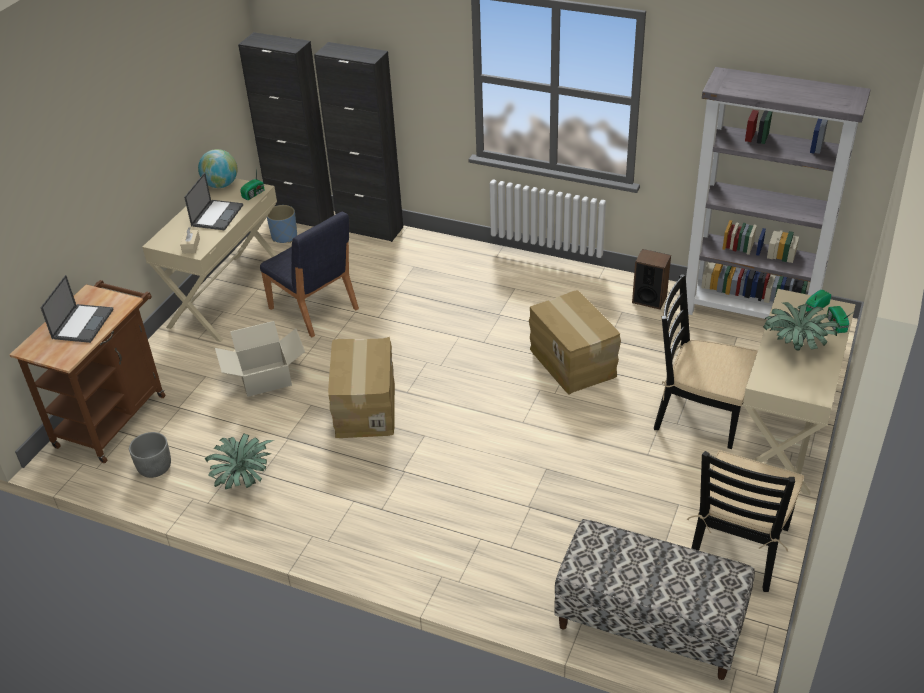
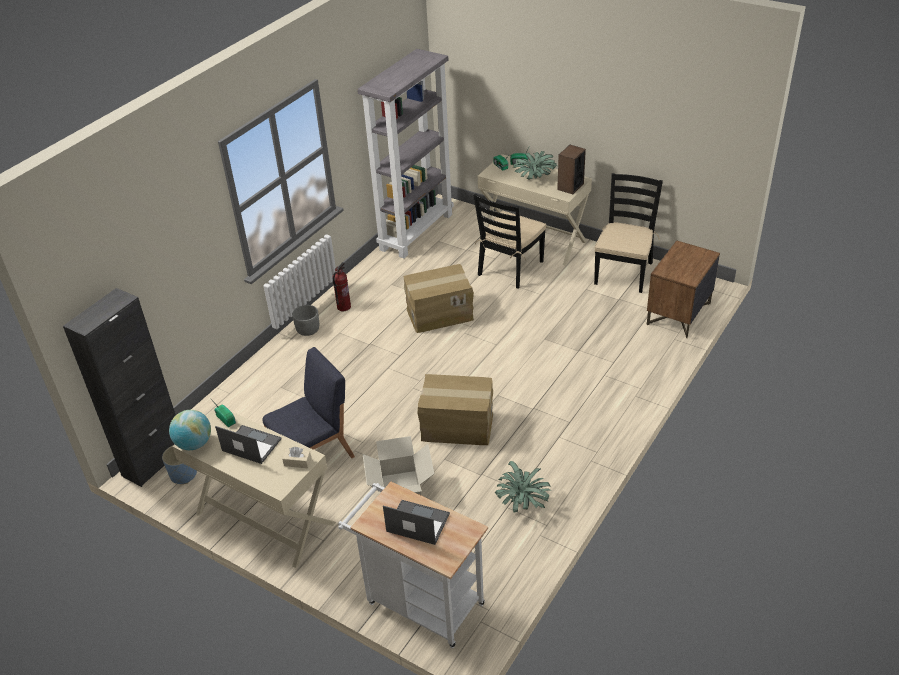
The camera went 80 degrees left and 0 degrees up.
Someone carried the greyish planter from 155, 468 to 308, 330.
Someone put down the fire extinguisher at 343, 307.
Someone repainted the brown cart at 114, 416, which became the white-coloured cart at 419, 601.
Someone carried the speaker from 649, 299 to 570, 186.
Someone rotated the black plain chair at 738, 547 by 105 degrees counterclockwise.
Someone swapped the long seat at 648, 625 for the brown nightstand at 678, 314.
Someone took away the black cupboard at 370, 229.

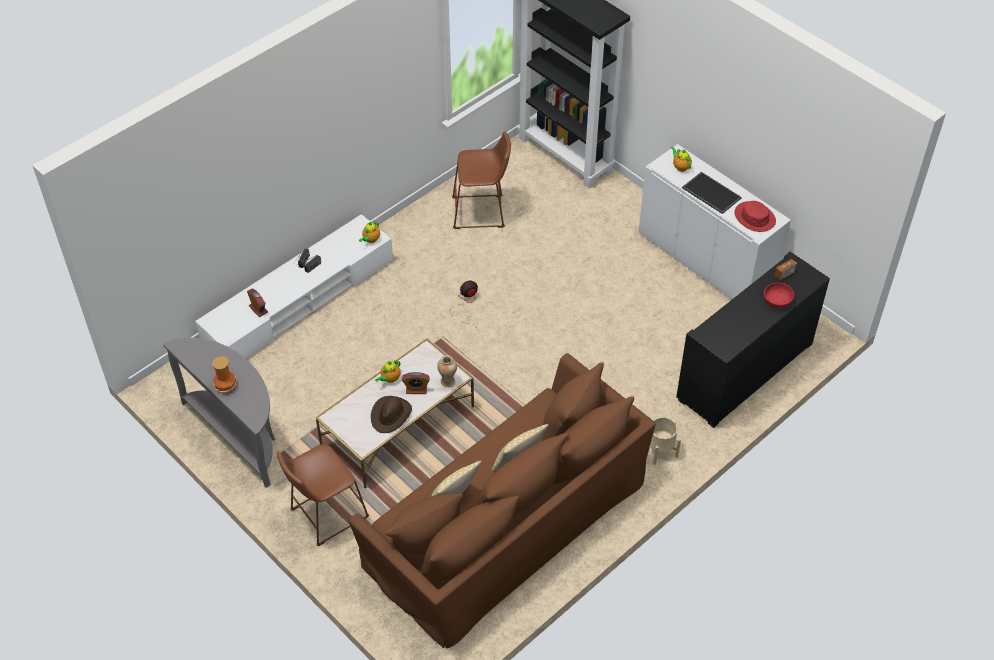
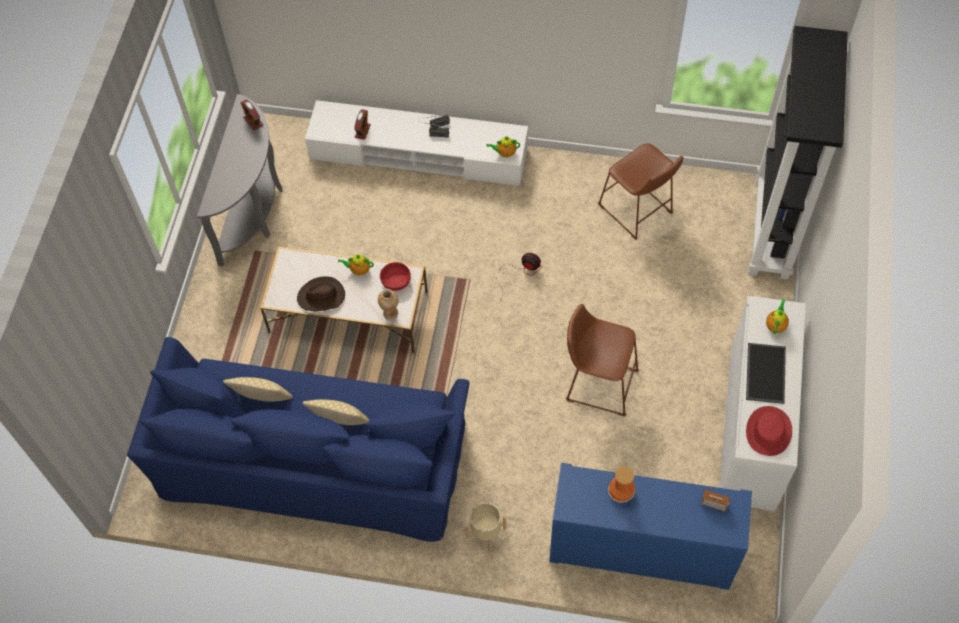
The camera went 55 degrees right and 10 degrees up.
Someone repainted the brown sofa at 505, 522, which became the bluish sofa at 313, 457.
Someone carried the table clock from 416, 389 to 253, 121.
Someone carried the reddish deep dish from 777, 301 to 395, 281.
Someone repainted the black cupboard at 745, 371, which became the bluish cupboard at 641, 548.
Someone carried the brown stool seat from 325, 515 to 598, 383.
Someone carried the flower vase from 226, 386 to 621, 492.

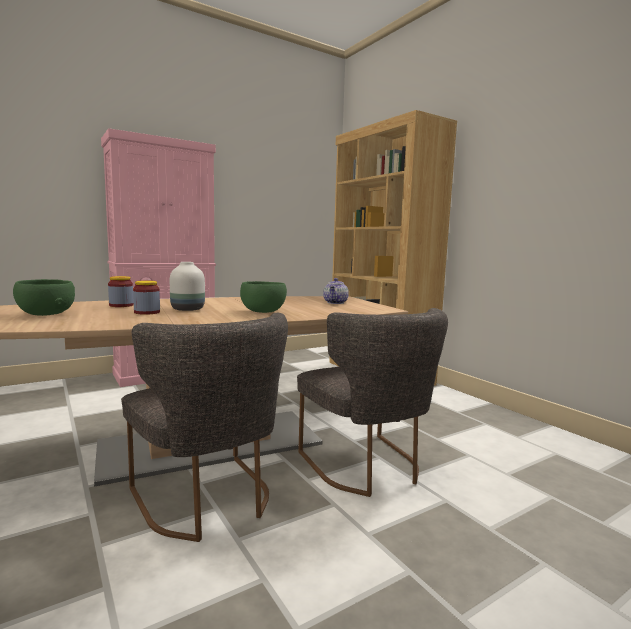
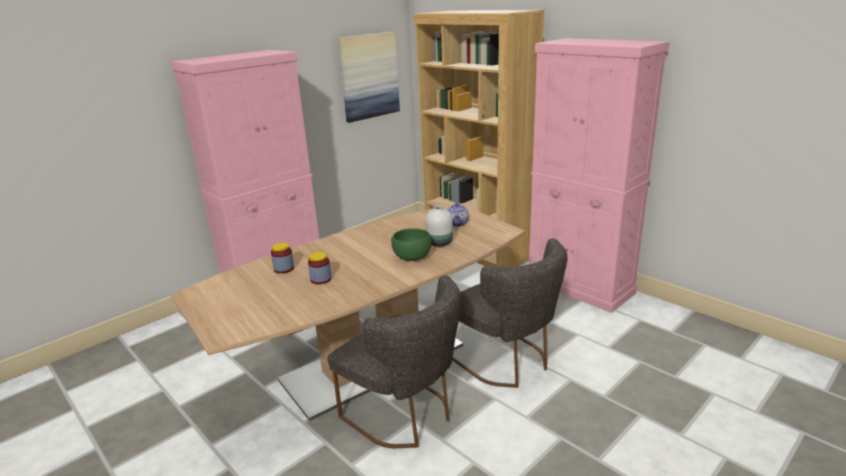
The camera went 10 degrees left and 15 degrees up.
Someone put up the wall picture at 369, 76.
Someone carried the white-coloured flower vase from 188, 309 to 440, 243.
Someone put down the pinkish cupboard at 580, 286.
Someone took away the green-coloured deep dish at 46, 314.

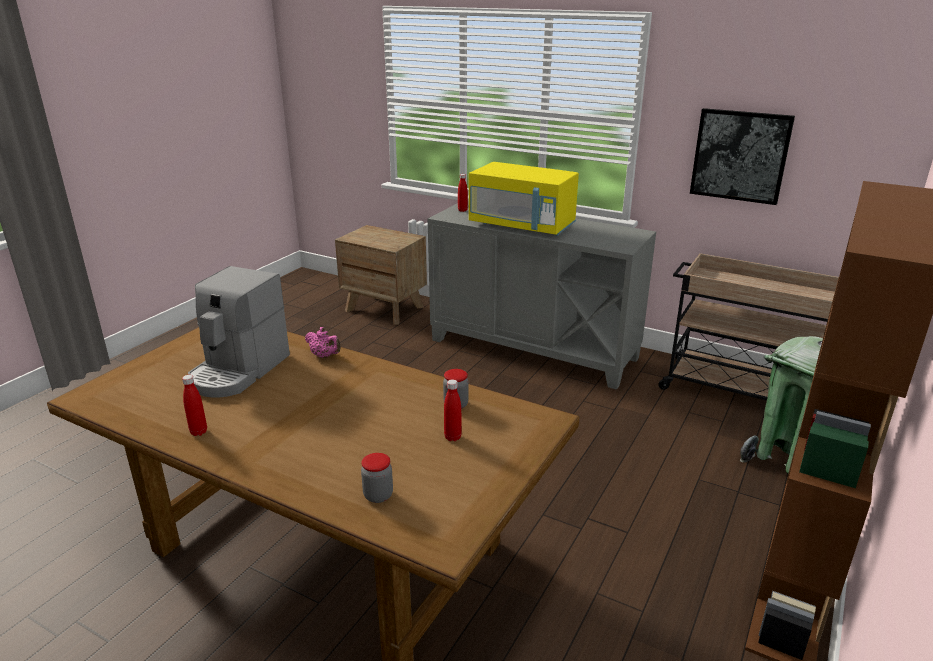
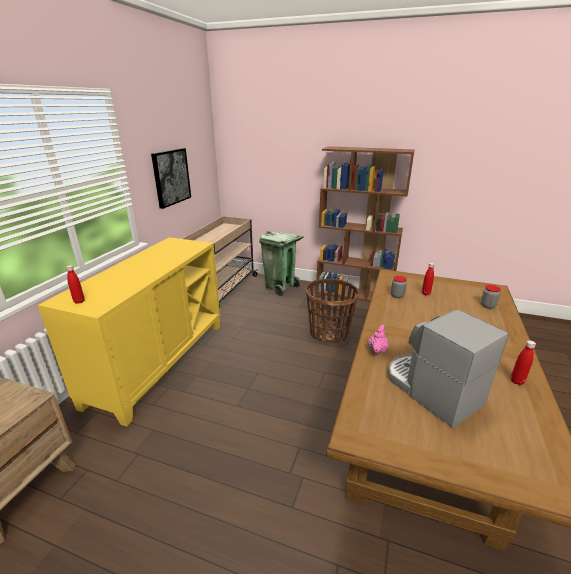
The camera went 100 degrees left and 0 degrees up.
Someone repainted the greyish cupboard at 533, 349, which became the yellowish cupboard at 158, 361.
Someone put down the basket at 329, 333.
Someone rotated the coffee maker at 239, 371 by 135 degrees counterclockwise.
Someone took away the yellowish microwave oven at 522, 226.

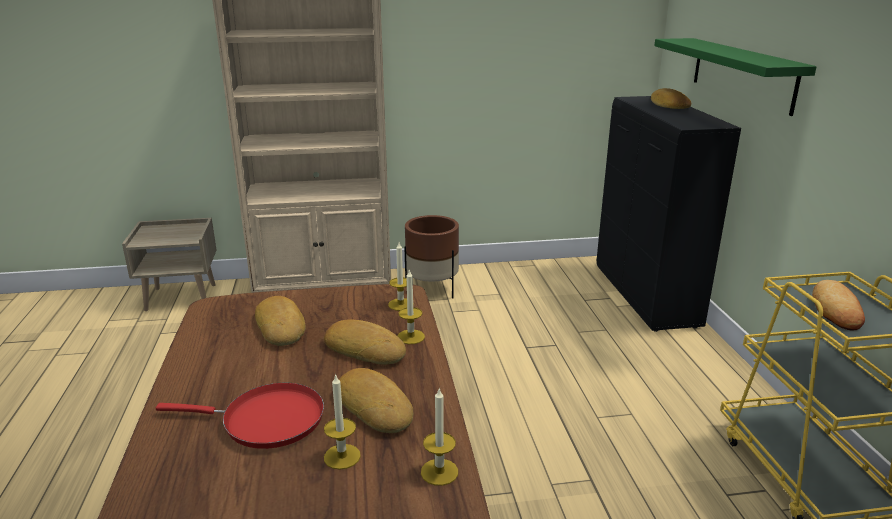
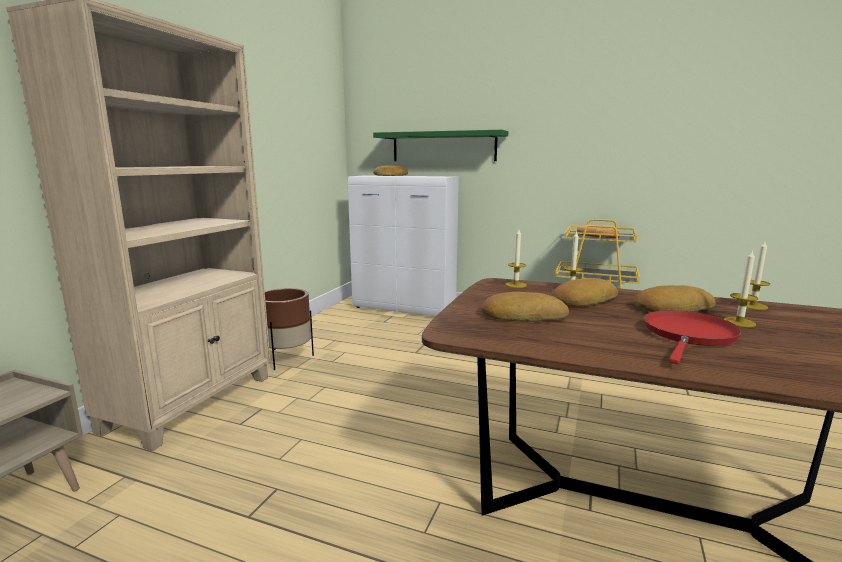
The camera went 60 degrees left and 10 degrees down.
Someone repainted the black cupboard at 646, 297, which became the white-coloured cupboard at 405, 308.

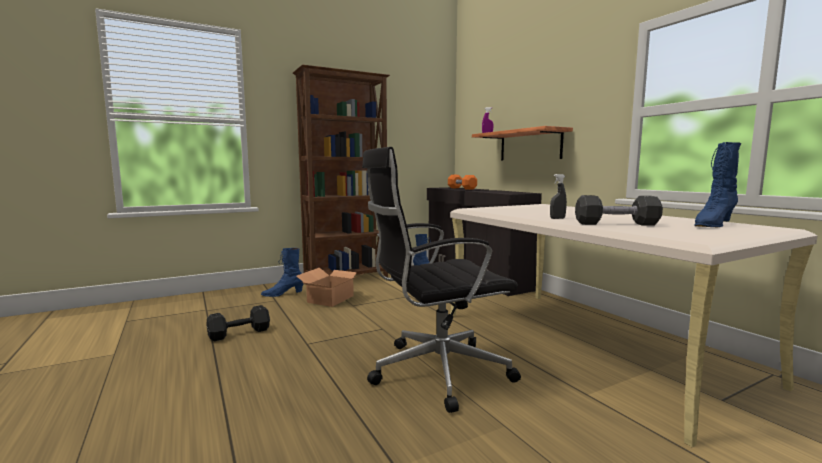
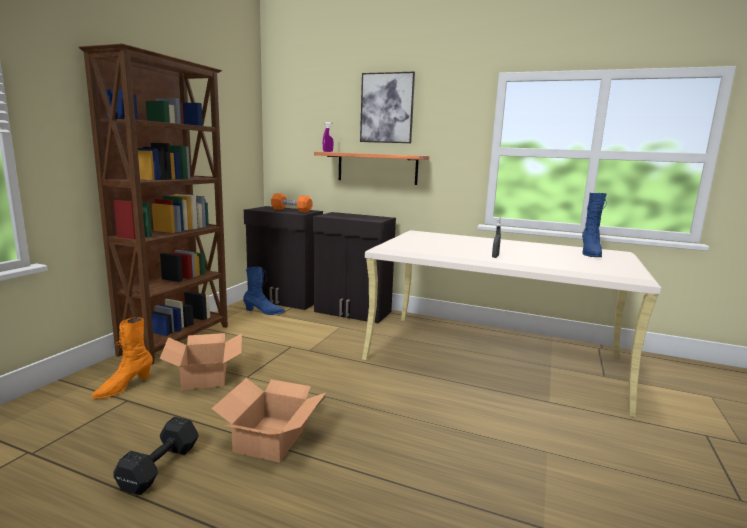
The camera went 40 degrees left and 5 degrees up.
Someone repainted the bluish boot at 283, 294, which became the orange-coloured boot at 123, 387.
Someone put down the packing box at 270, 438.
Someone put up the wall picture at 387, 108.
Someone took away the black computer chair at 435, 372.
Someone took away the black dumbbell at 616, 224.

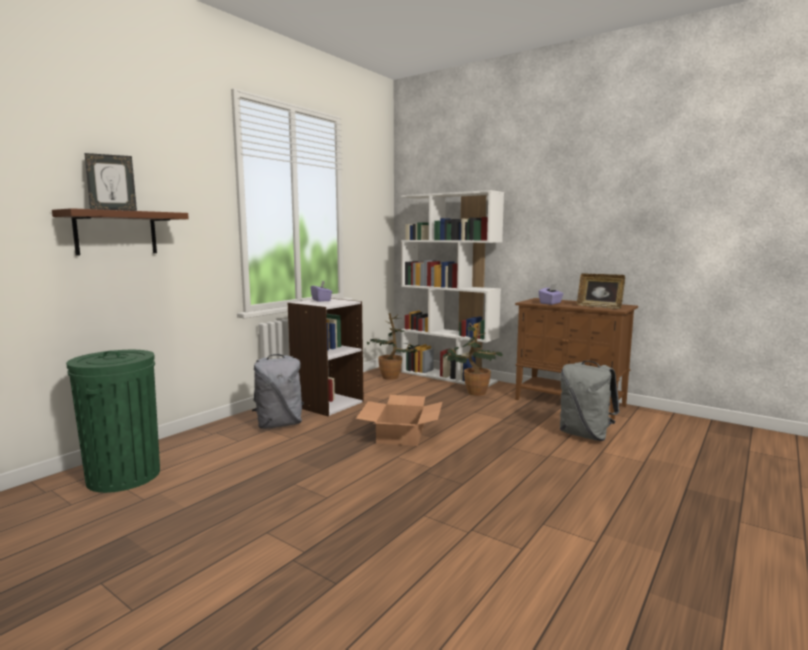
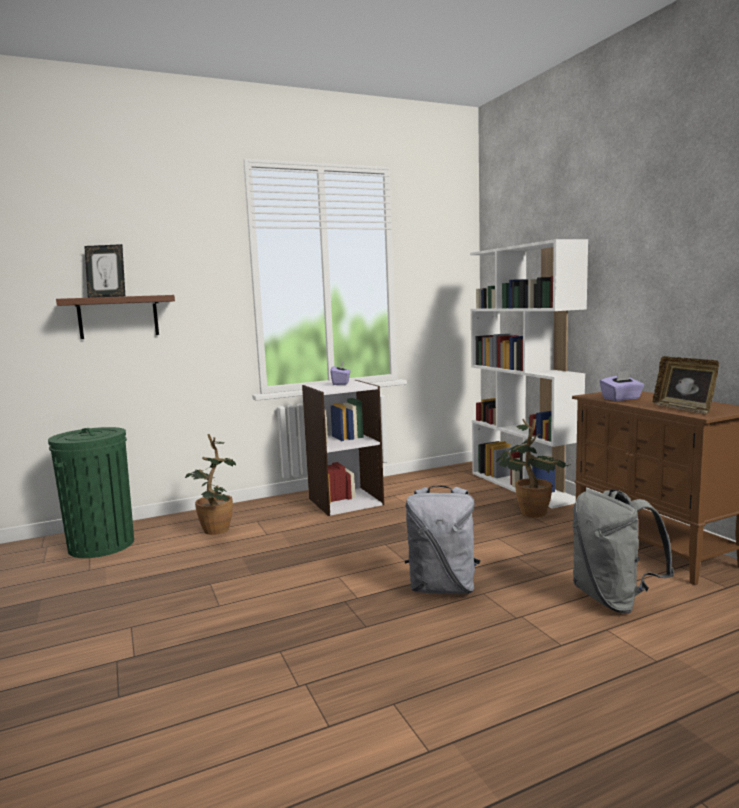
The camera went 30 degrees right and 0 degrees up.
Someone carried the plant in a pot from 393, 378 to 215, 532.
Someone carried the greyish rucksack from 279, 424 to 442, 588.
Someone took away the packing box at 400, 434.

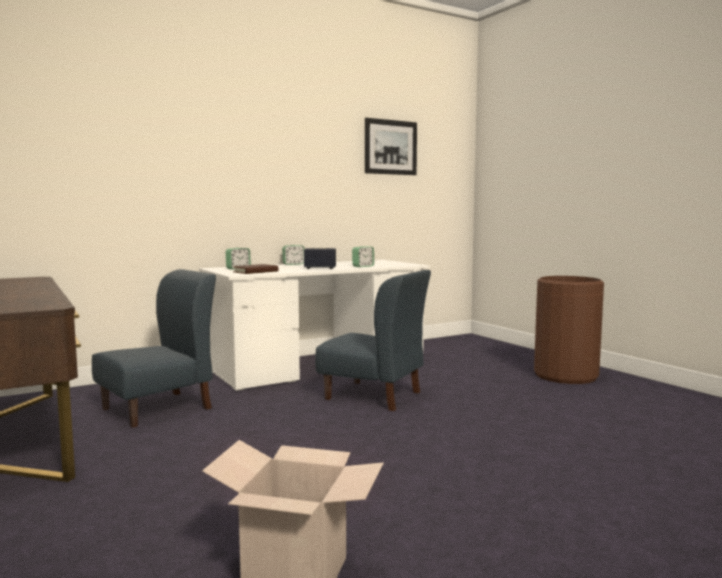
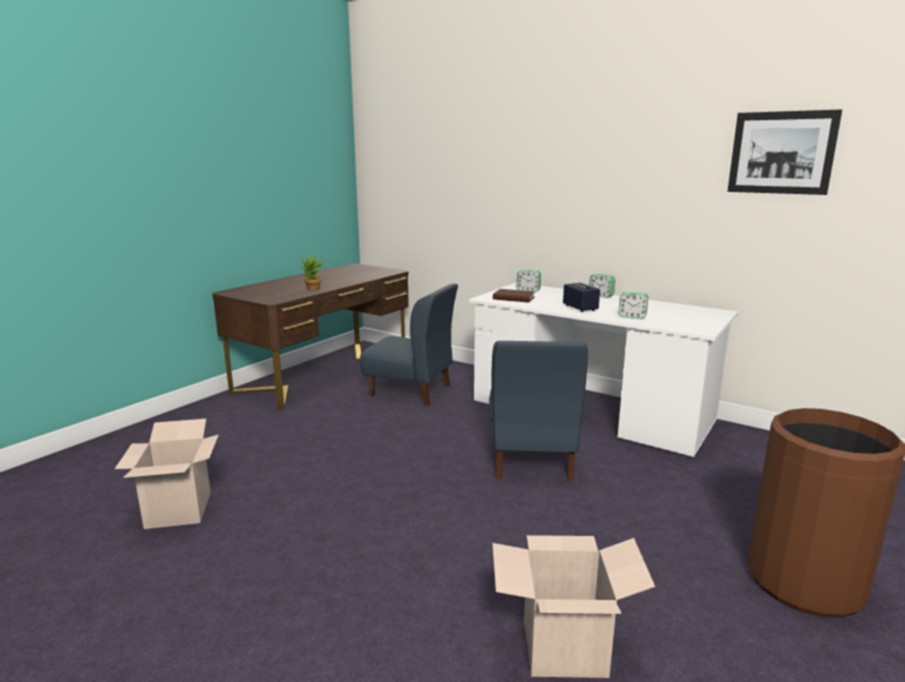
The camera went 65 degrees right and 10 degrees up.
Someone put down the plant in a pot at 313, 289.
Someone put down the packing box at 564, 648.

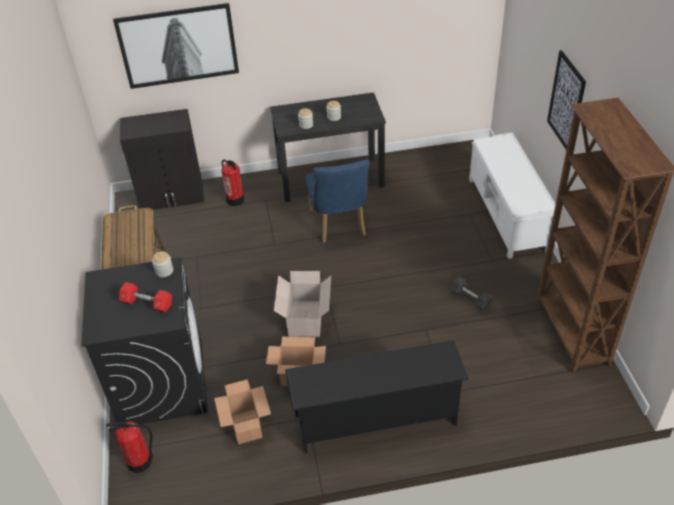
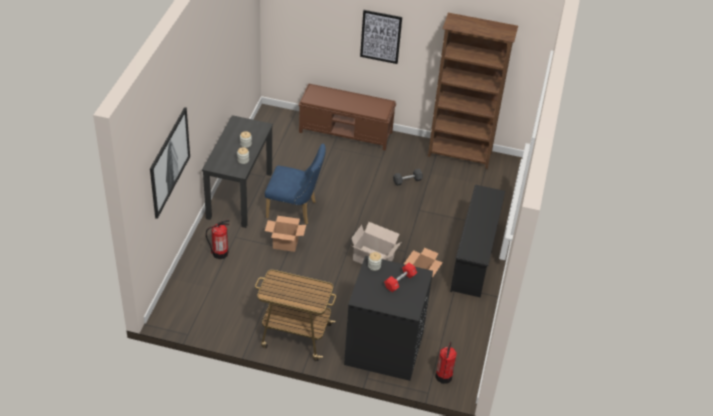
The camera went 70 degrees left and 0 degrees up.
Someone carried the packing box from 246, 426 to 285, 244.
Someone repainted the white-coloured long seat at 507, 214, which became the brown long seat at 346, 132.
Someone took away the black cupboard at 172, 196.

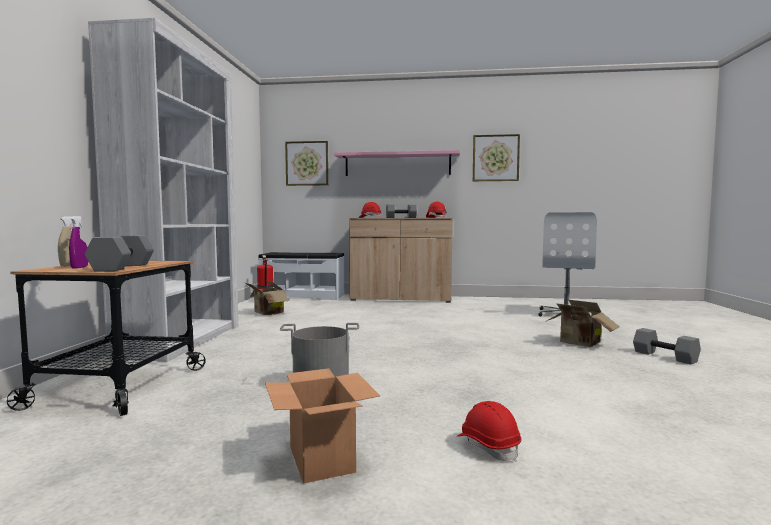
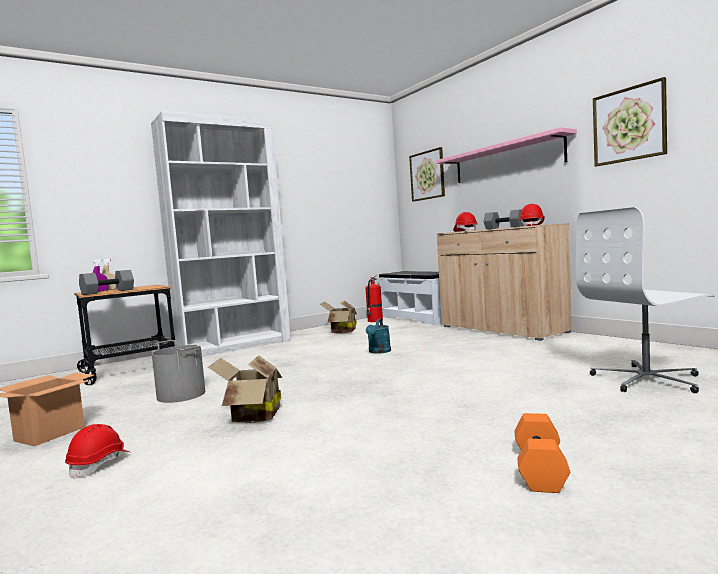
The camera went 50 degrees right and 0 degrees up.
Someone carried the packing box from 580, 344 to 252, 416.
Someone put down the blue-green watering pot at 379, 352.
Someone repainted the greyish dumbbell at 666, 356, which became the orange-coloured dumbbell at 542, 470.

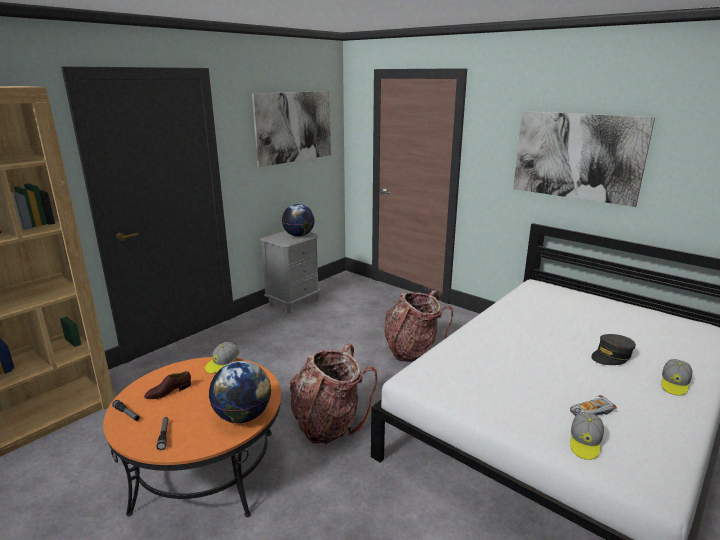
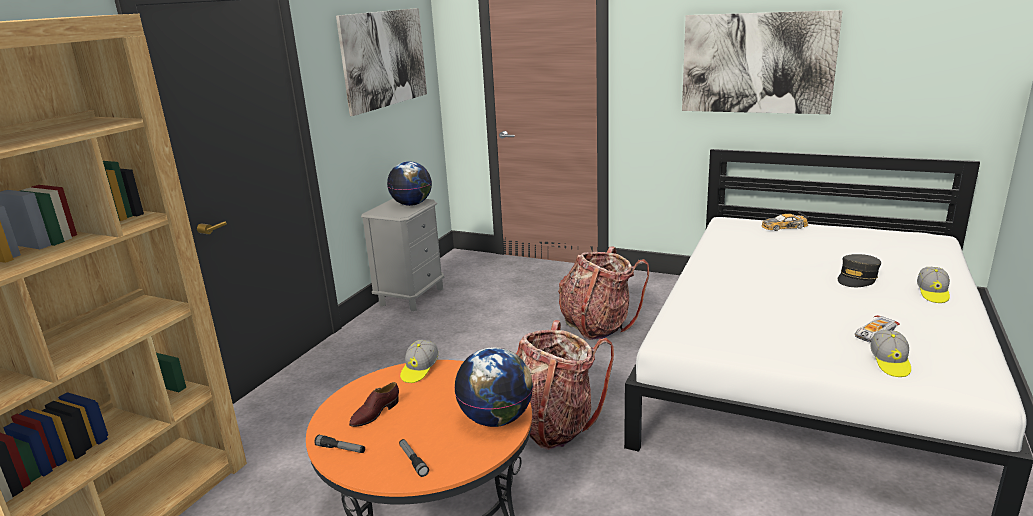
The camera went 15 degrees left and 0 degrees up.
Someone put down the toy car at 783, 227.

